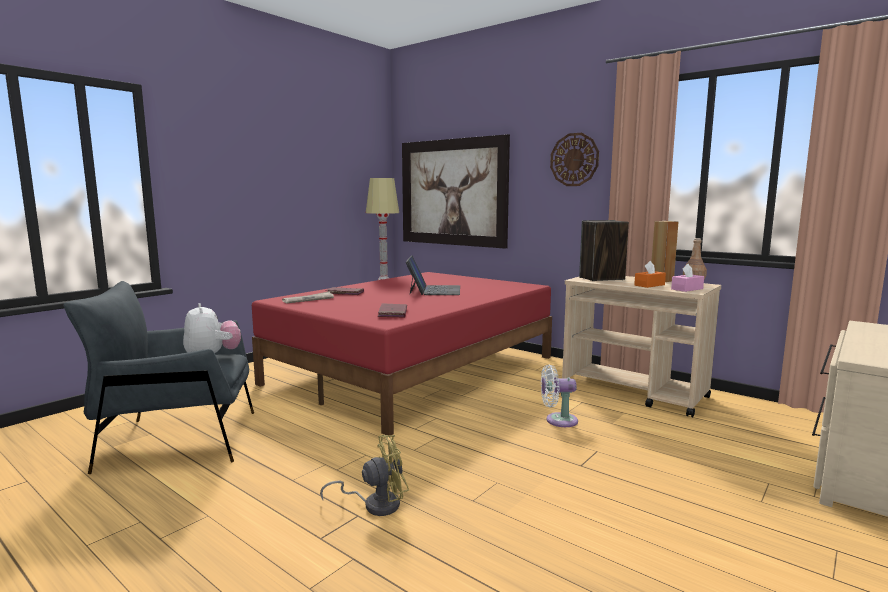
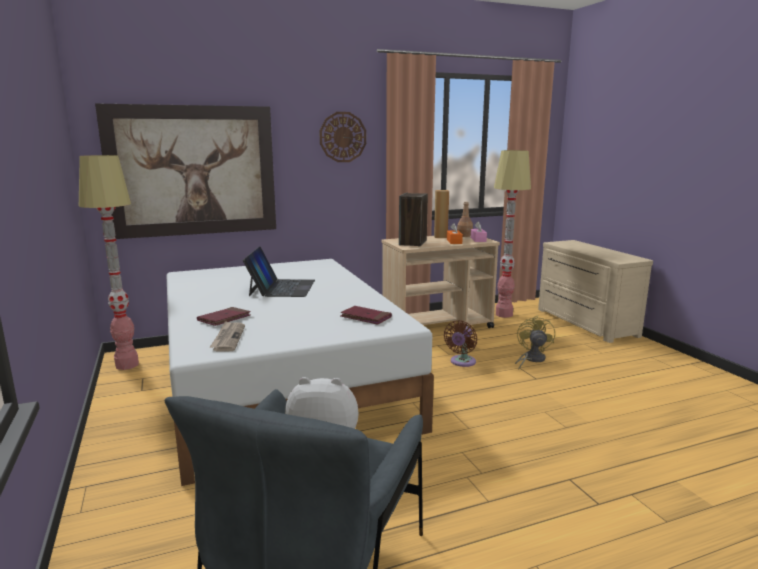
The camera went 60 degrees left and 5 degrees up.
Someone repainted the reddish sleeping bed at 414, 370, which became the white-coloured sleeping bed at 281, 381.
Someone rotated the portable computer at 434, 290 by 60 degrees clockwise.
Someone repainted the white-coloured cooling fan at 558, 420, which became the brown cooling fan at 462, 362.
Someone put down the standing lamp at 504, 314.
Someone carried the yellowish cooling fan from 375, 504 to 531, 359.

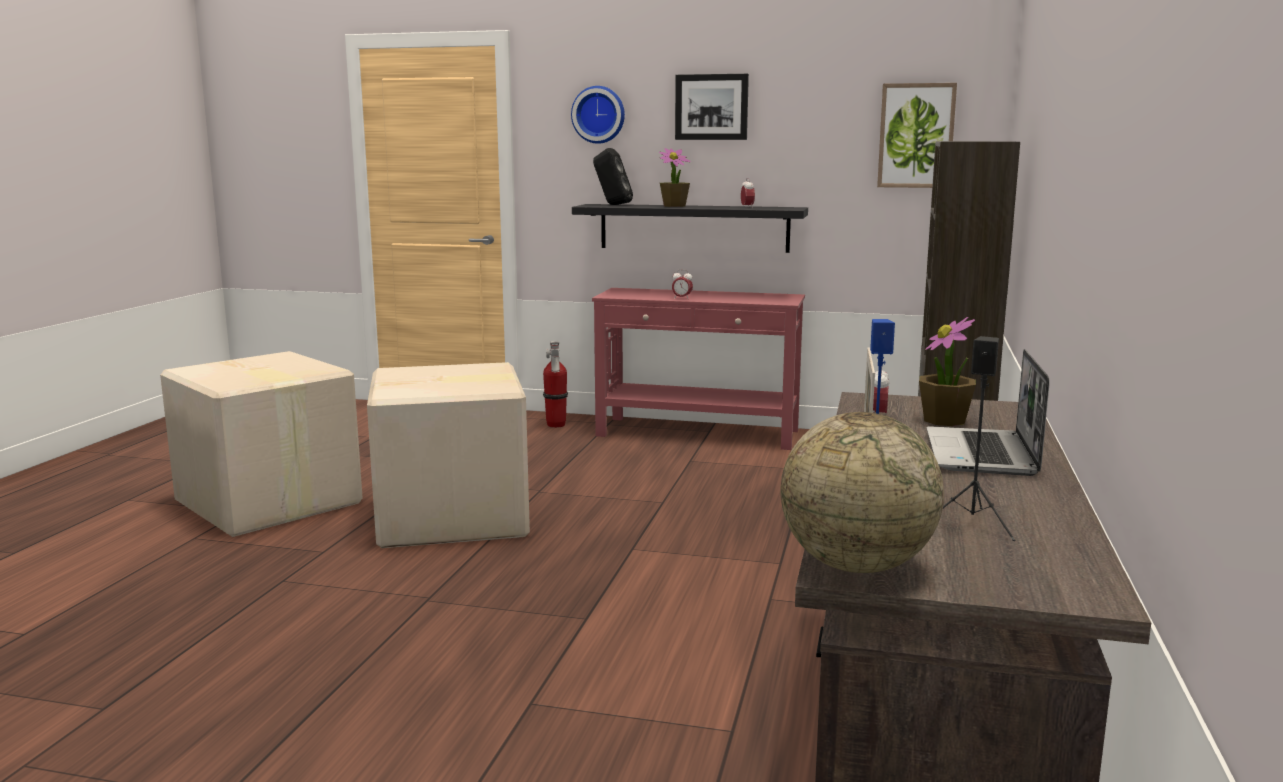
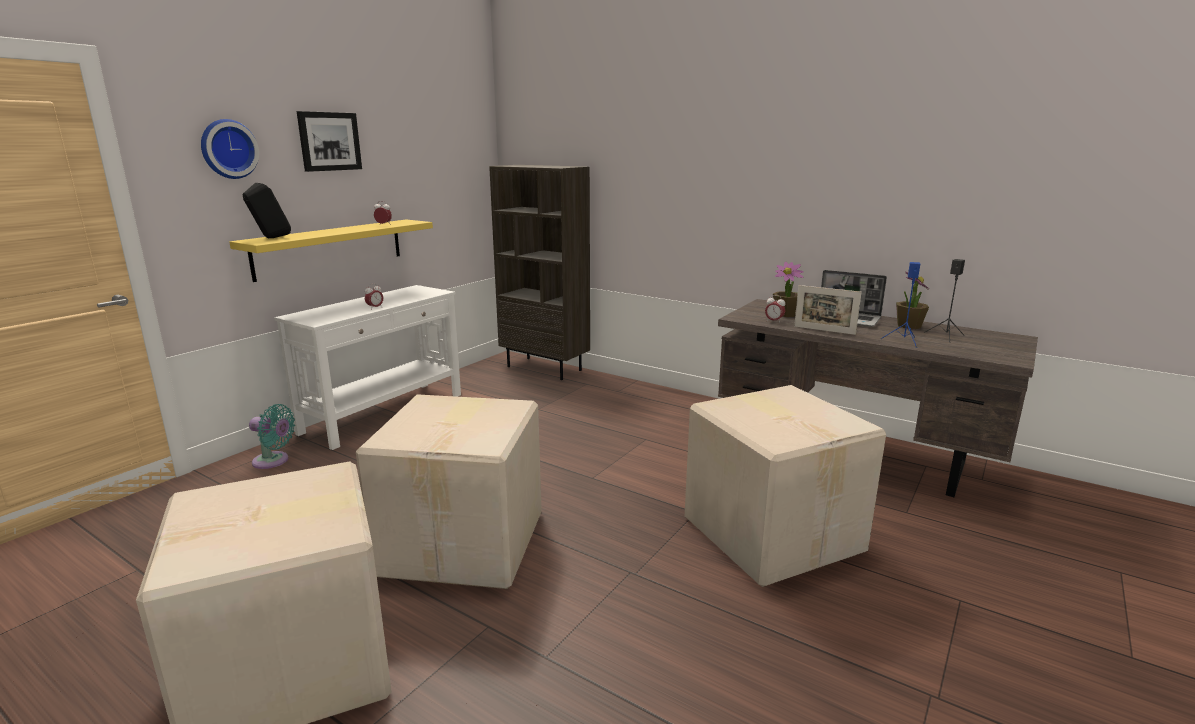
The camera went 70 degrees left and 5 degrees up.
Someone repainted the black bracket shelf at 694, 228, which became the yellowish bracket shelf at 330, 248.
Someone swapped the fire extinguisher at 556, 425 for the blue-green cooling fan at 273, 461.
Someone repainted the reddish console table at 698, 433, which became the white-coloured console table at 385, 413.
Someone put down the packing box at 772, 533.
Someone carried the plant in a pot from 674, 206 to 908, 326.
Someone took away the world globe at 856, 565.
Someone took away the wall picture at 916, 136.

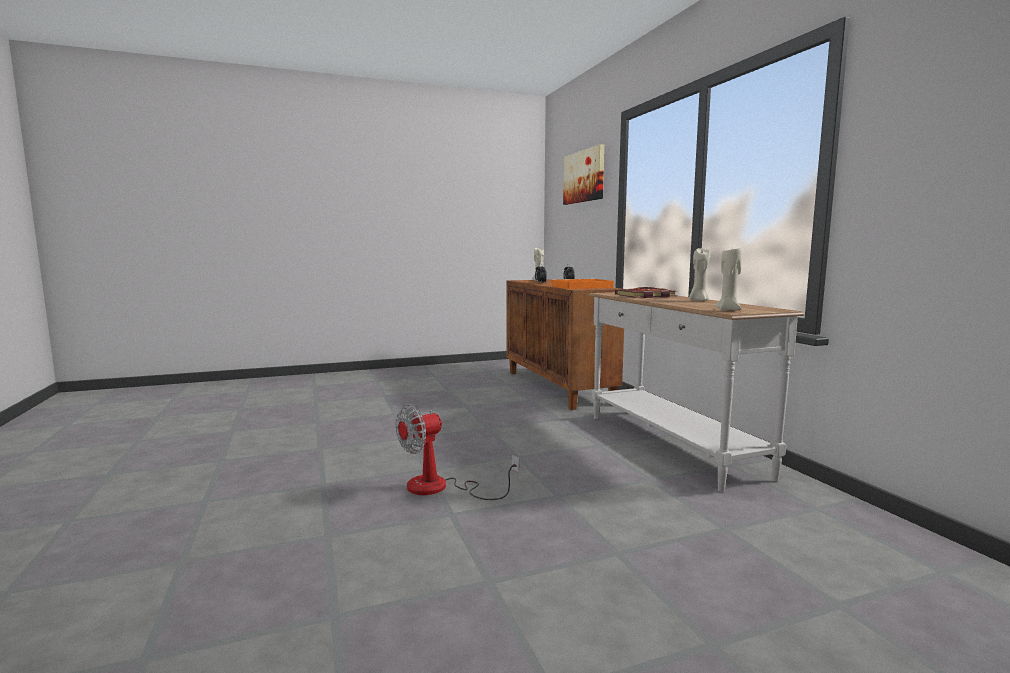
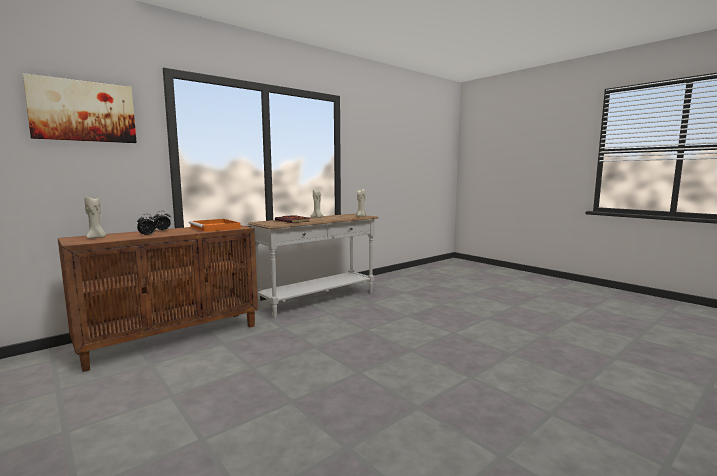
The camera went 110 degrees left and 0 degrees up.
Someone took away the cooling fan at 441, 488.

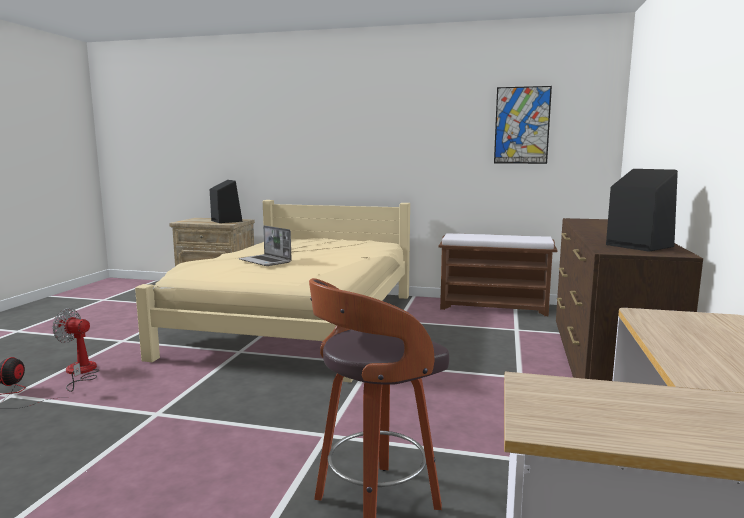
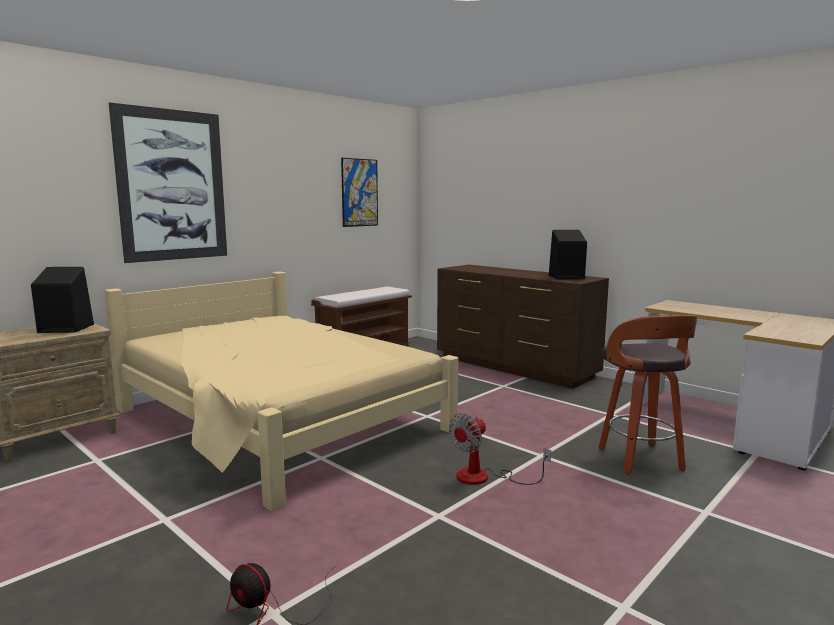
The camera went 60 degrees left and 0 degrees up.
Someone put up the wall picture at 172, 185.
Someone carried the cooling fan from 80, 372 to 484, 477.
Someone took away the portable computer at 266, 261.

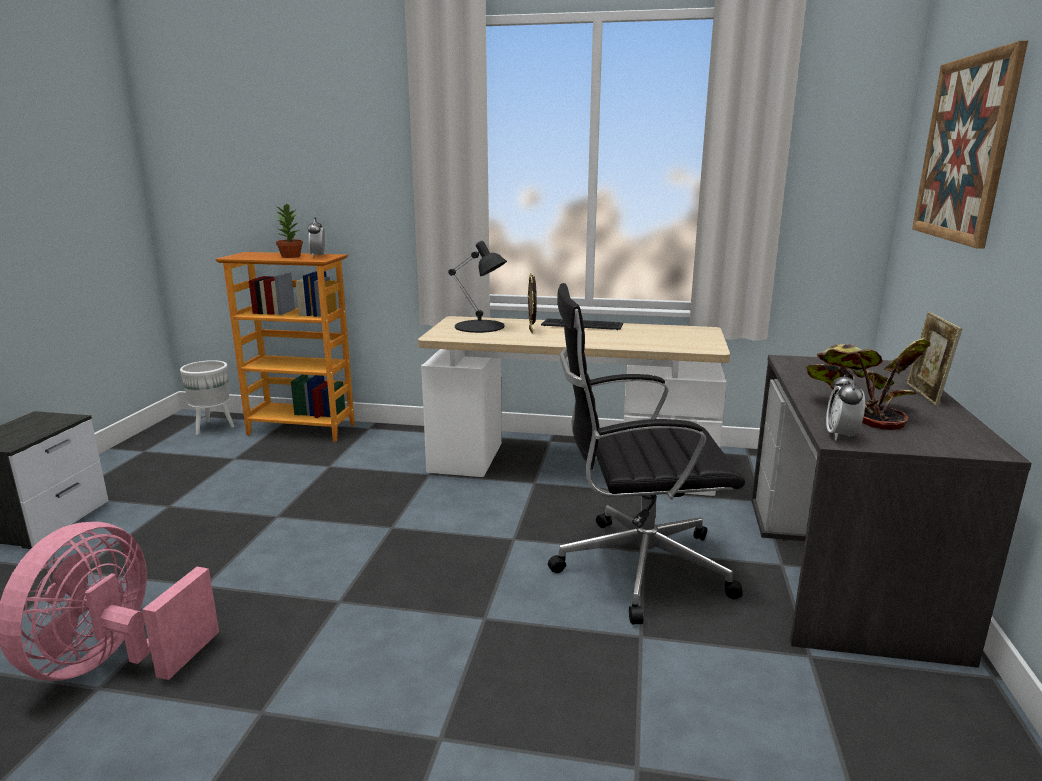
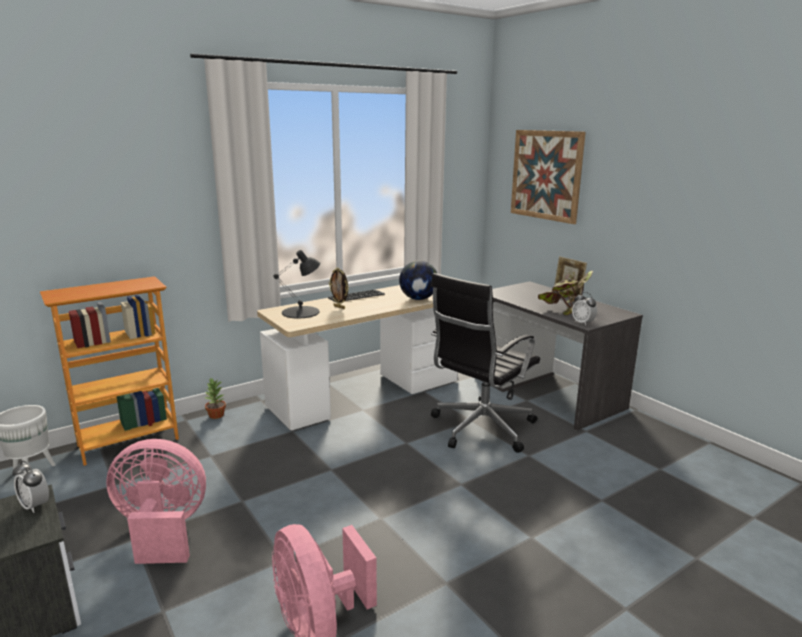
The camera went 45 degrees left and 0 degrees up.
Someone carried the table clock from 318, 256 to 35, 506.
Someone put down the pinkish cooling fan at 162, 531.
Someone carried the plant in a pot from 290, 256 to 216, 415.
Someone put down the world globe at 418, 299.

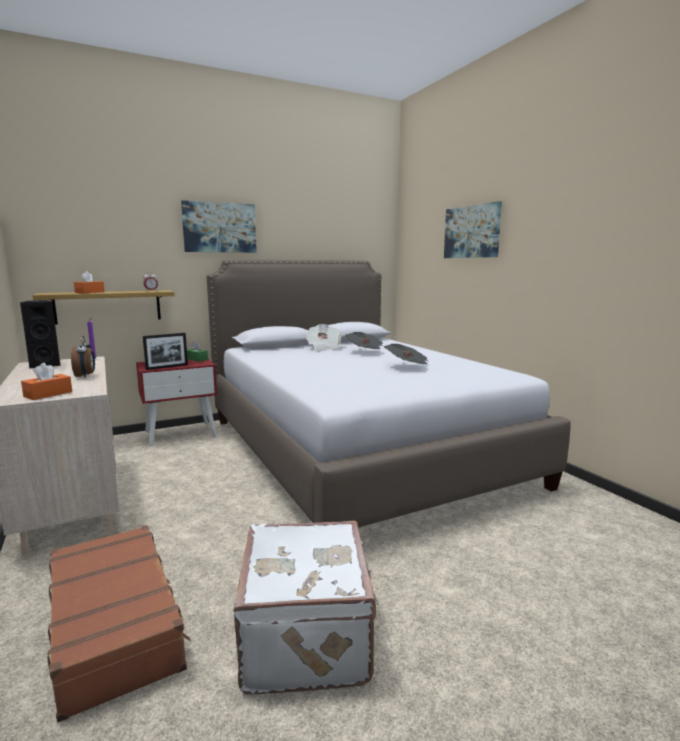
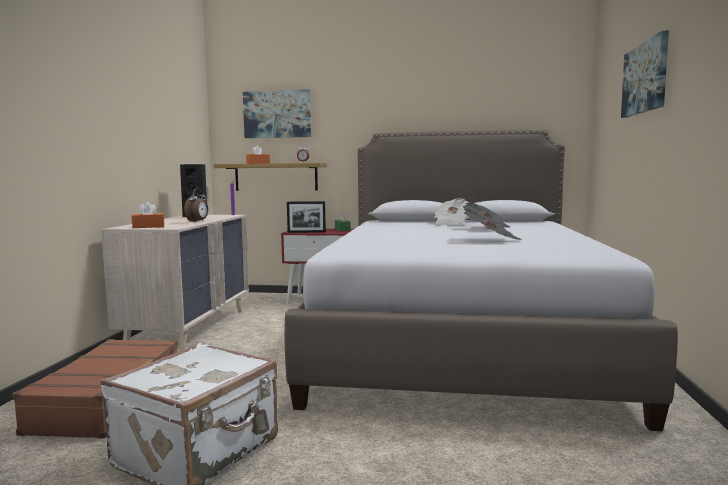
The camera went 35 degrees right and 5 degrees down.
Someone carried the wall picture from 219, 227 to 277, 114.

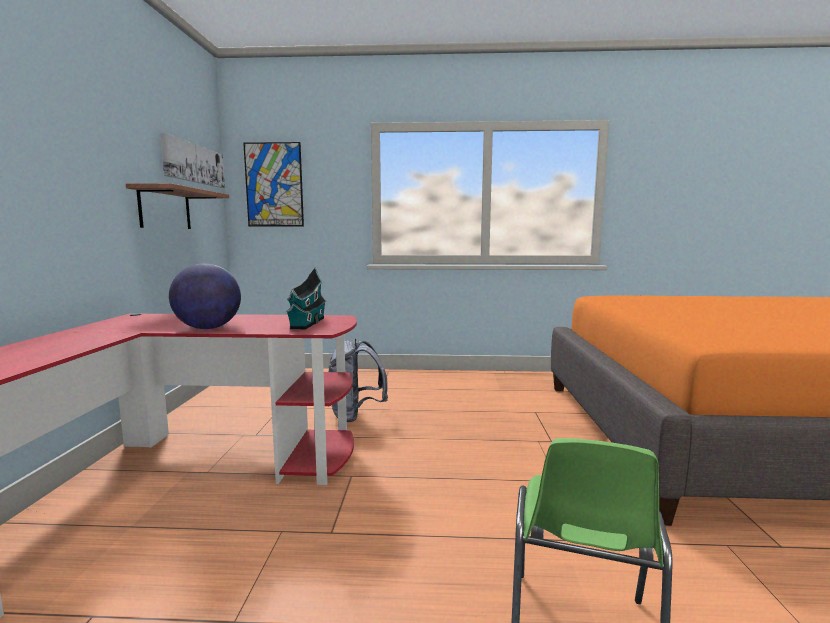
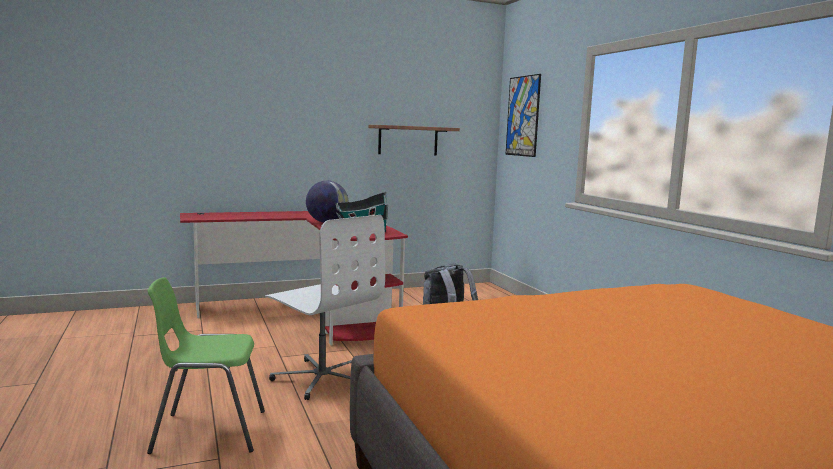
The camera went 65 degrees right and 0 degrees up.
Someone put down the white-coloured computer chair at 322, 378.
Someone took away the wall picture at 194, 164.

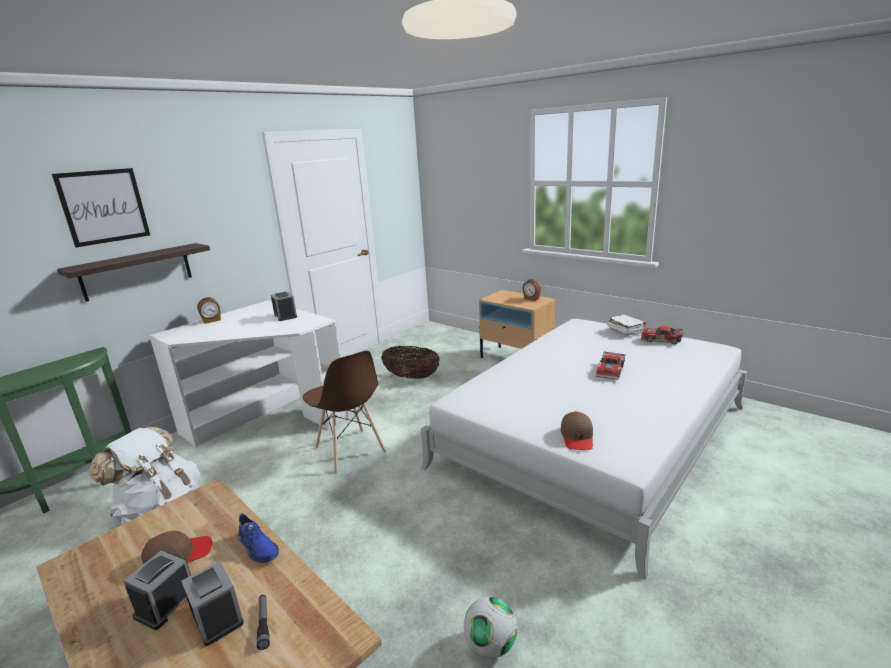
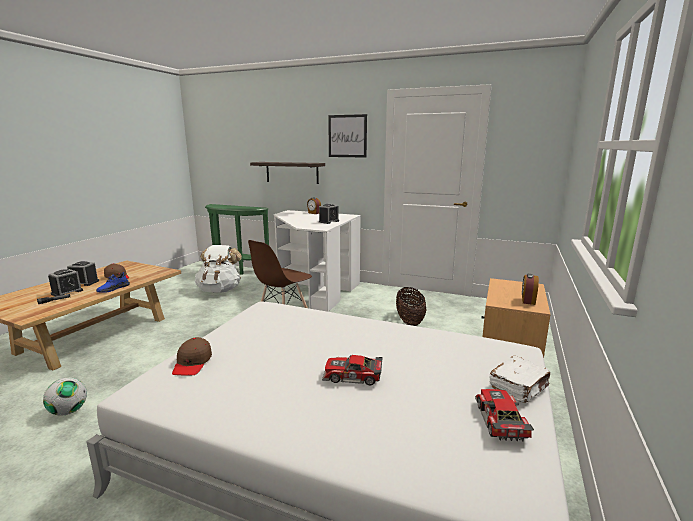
The camera went 70 degrees right and 5 degrees down.
Someone rotated the brown baseball cap at 577, 437 by 75 degrees counterclockwise.
Someone carried the wall picture from 104, 206 to 347, 136.

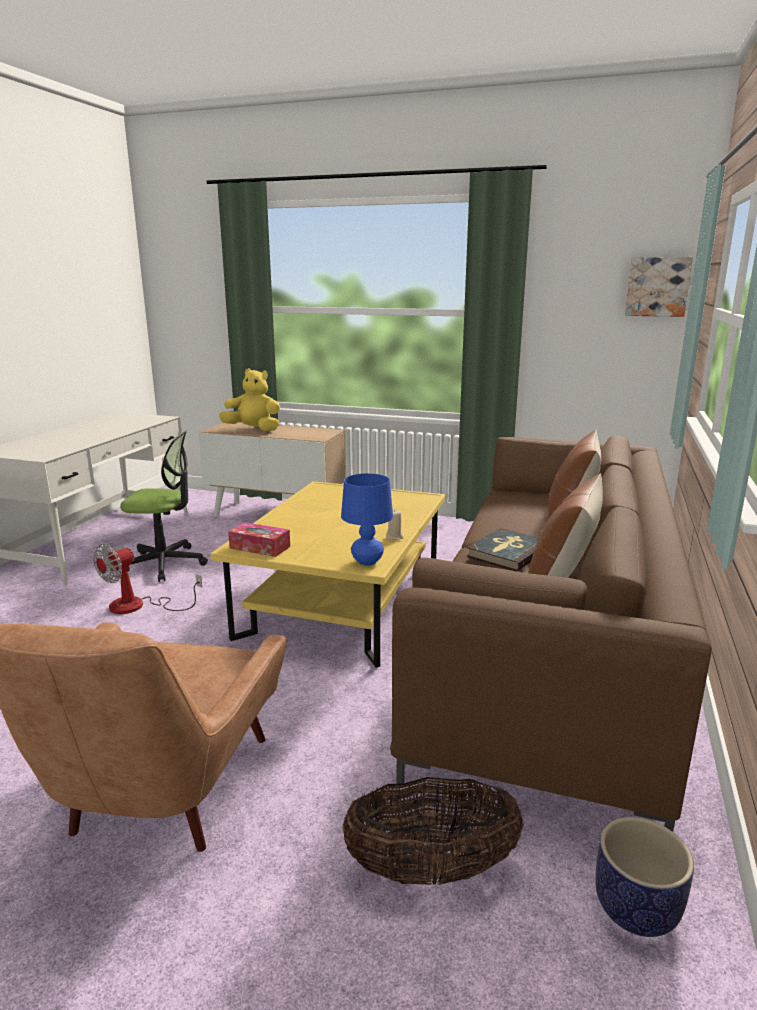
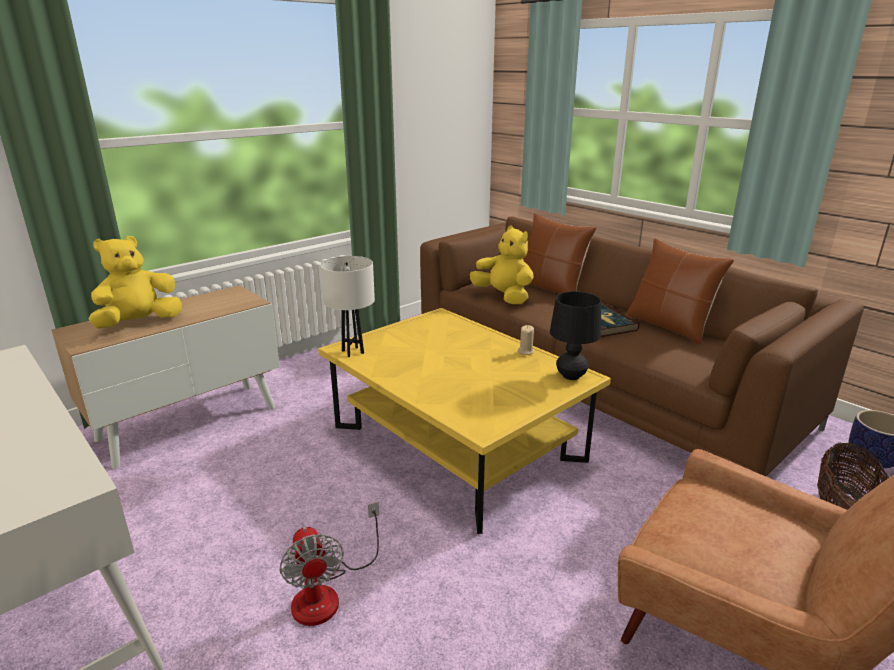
The camera went 60 degrees left and 5 degrees up.
Someone put down the white-coloured tabletop lamp at 352, 352.
Someone put down the yellowish cuddly toy at 504, 297.
Someone repainted the bluish tabletop lamp at 367, 562, which became the black tabletop lamp at 571, 376.
Someone took away the computer chair at 165, 563.
Someone took away the box of tissues at 260, 547.
Someone took away the wall picture at 657, 287.

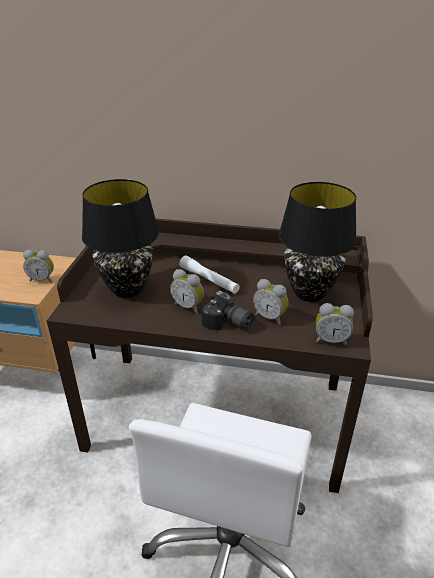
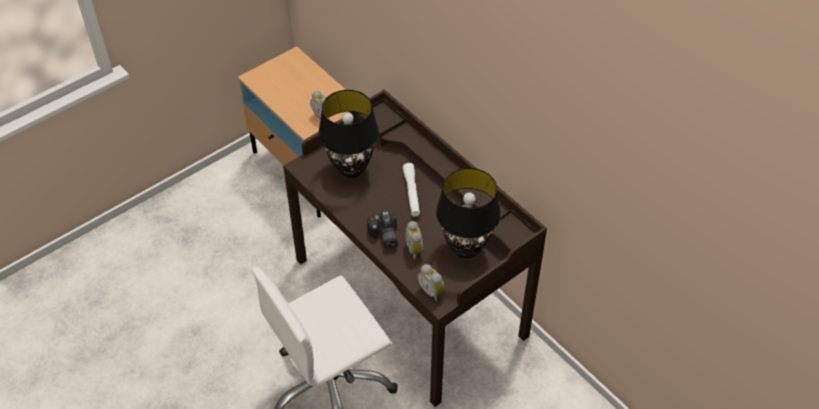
The camera went 40 degrees right and 15 degrees up.
Someone took away the table clock at 188, 306.

